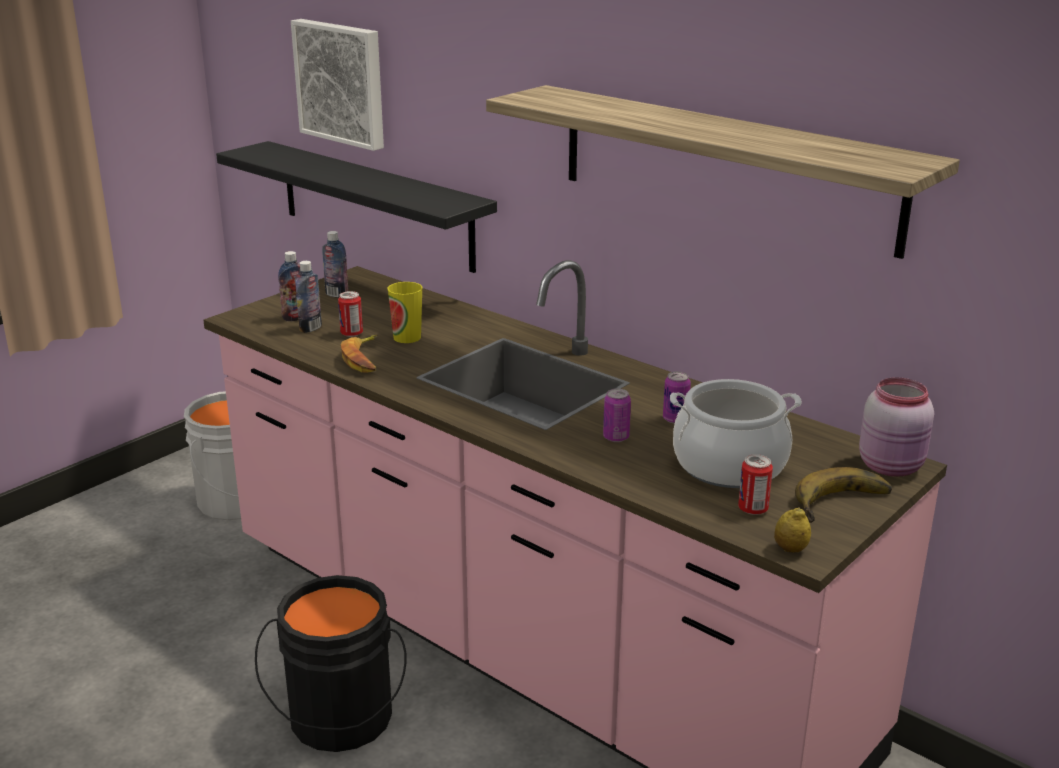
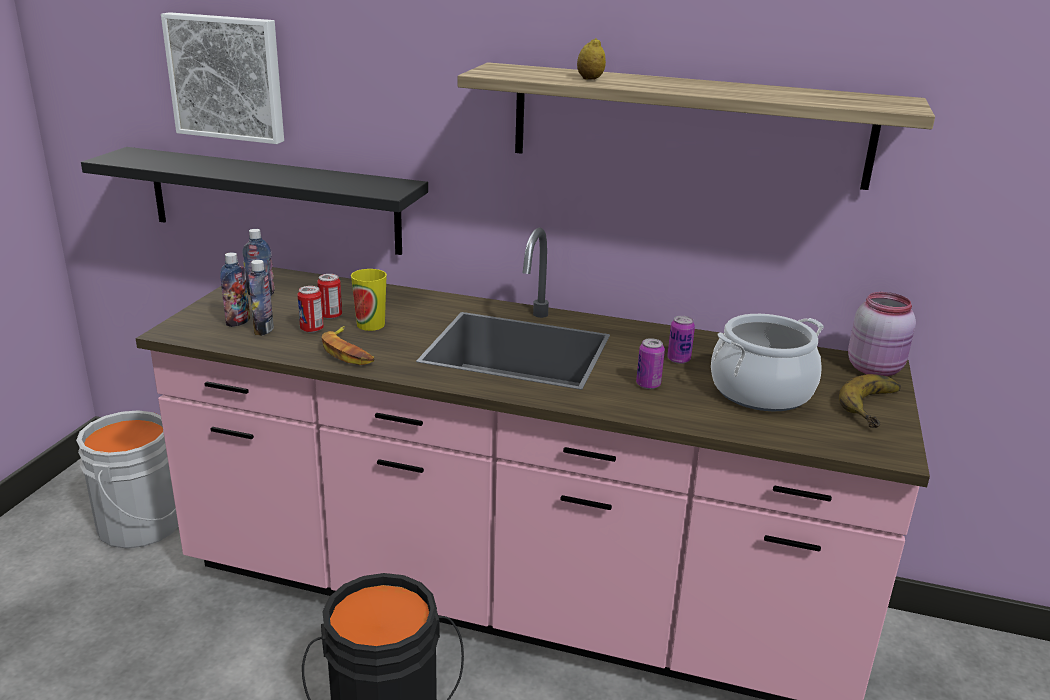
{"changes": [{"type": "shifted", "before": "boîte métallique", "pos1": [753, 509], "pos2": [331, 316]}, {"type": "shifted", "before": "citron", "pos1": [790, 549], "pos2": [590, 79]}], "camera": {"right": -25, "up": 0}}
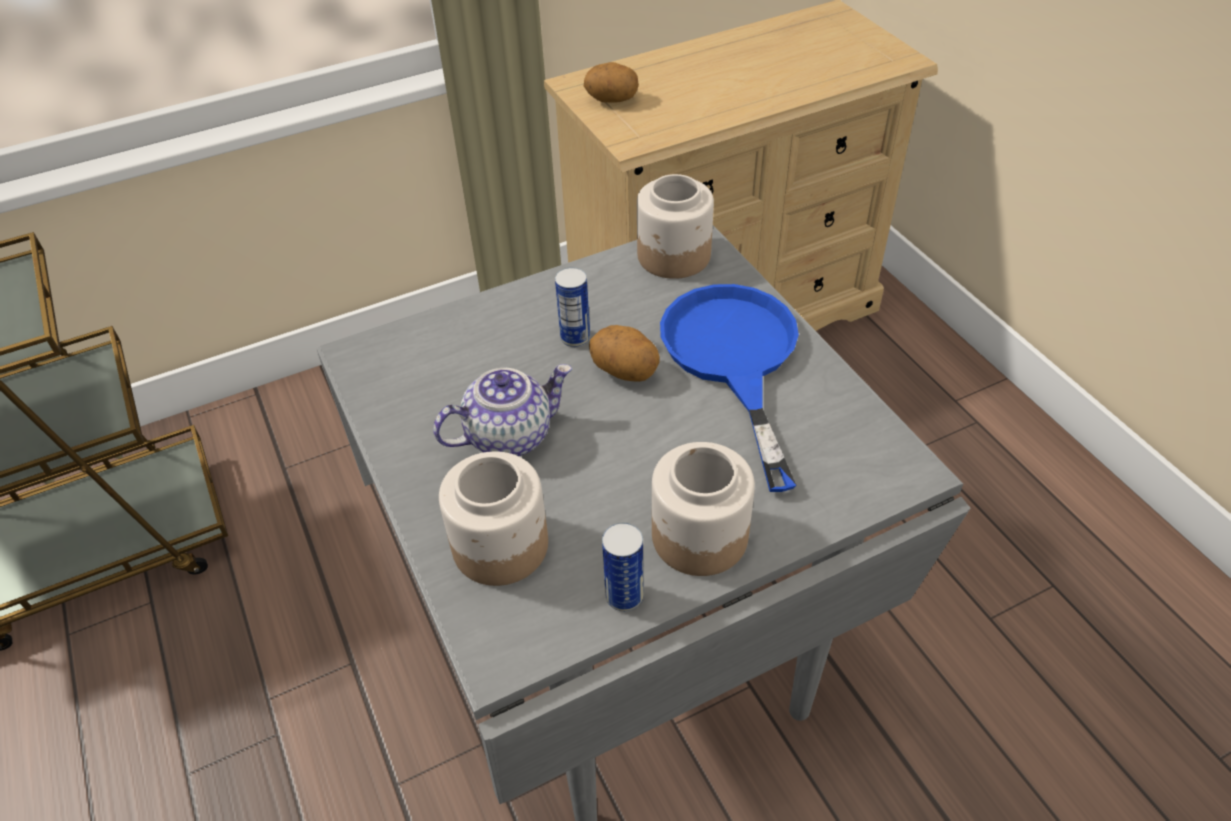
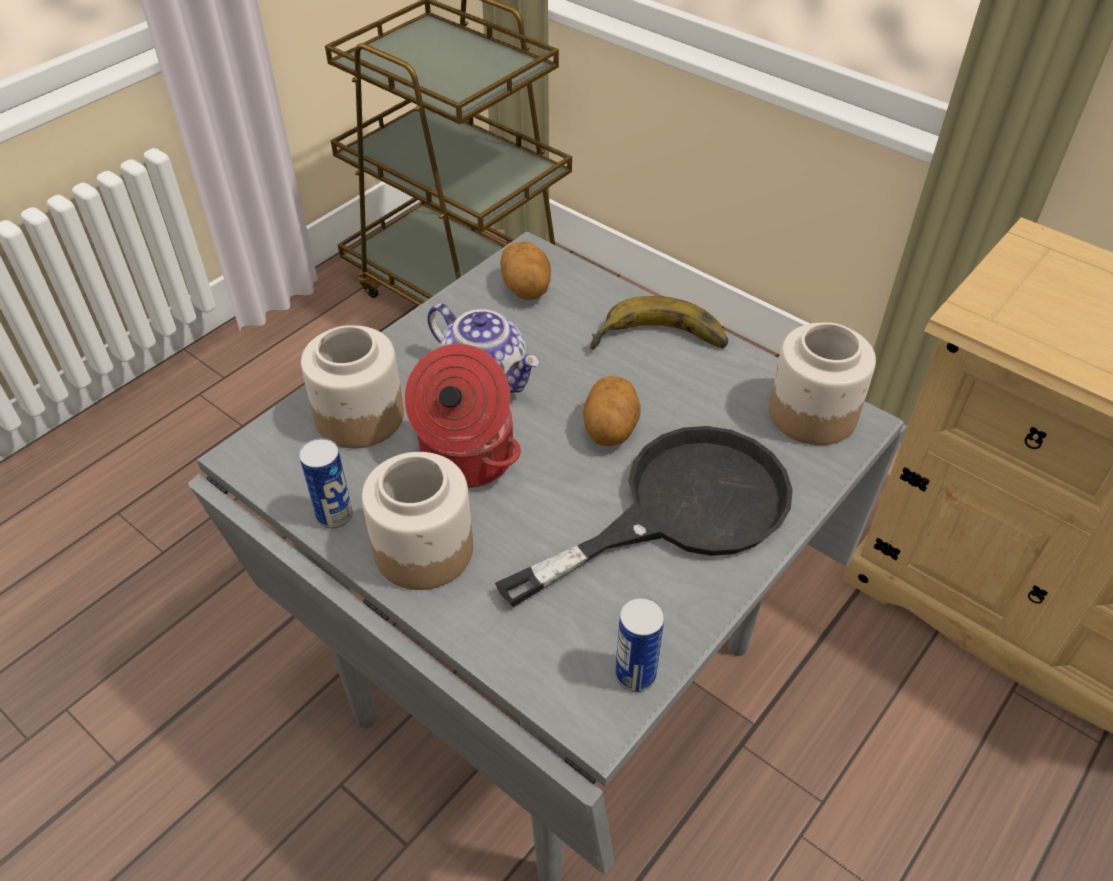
{"changes": [{"type": "shifted", "before": "boîte métallique", "pos1": [575, 338], "pos2": [635, 675]}, {"type": "shifted", "before": "pomme de terre", "pos1": [612, 100], "pos2": [526, 289]}, {"type": "repainted", "before": "poêle [bleu]", "after": "poêle [noir]", "pos1": [733, 359], "pos2": [680, 510]}, {"type": "new", "after": "marmite", "pos2": [465, 458]}, {"type": "new", "after": "banane", "pos2": [660, 345]}], "camera": {"right": 65, "up": 0}}
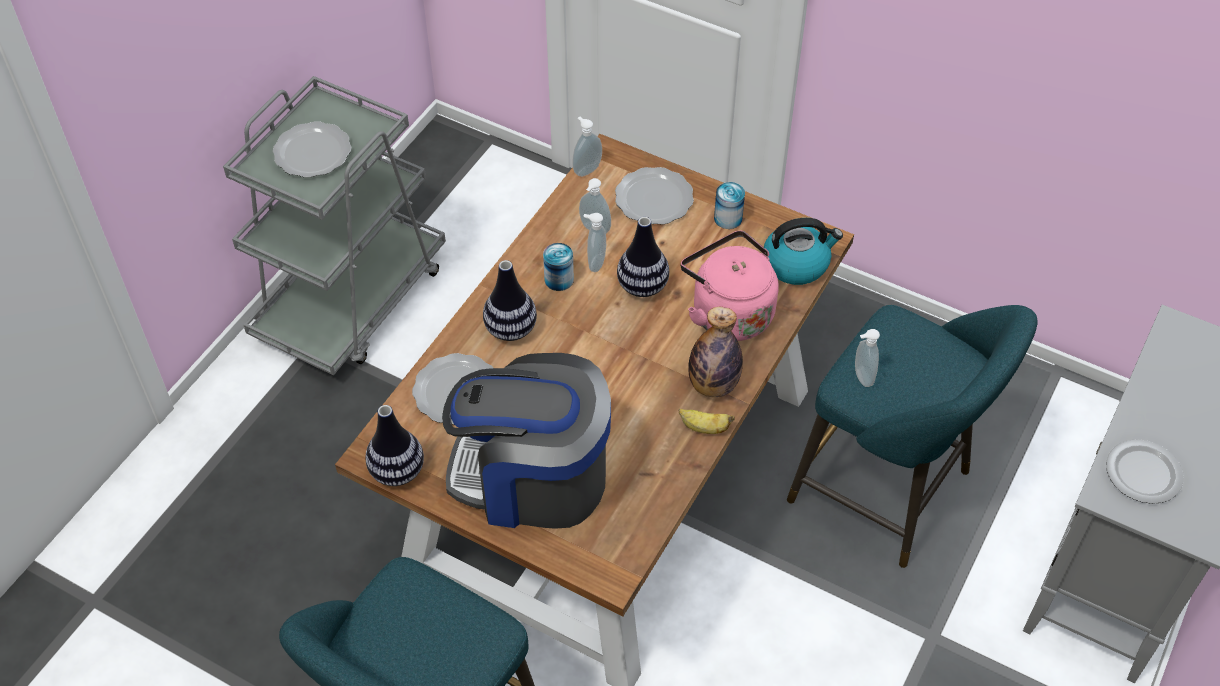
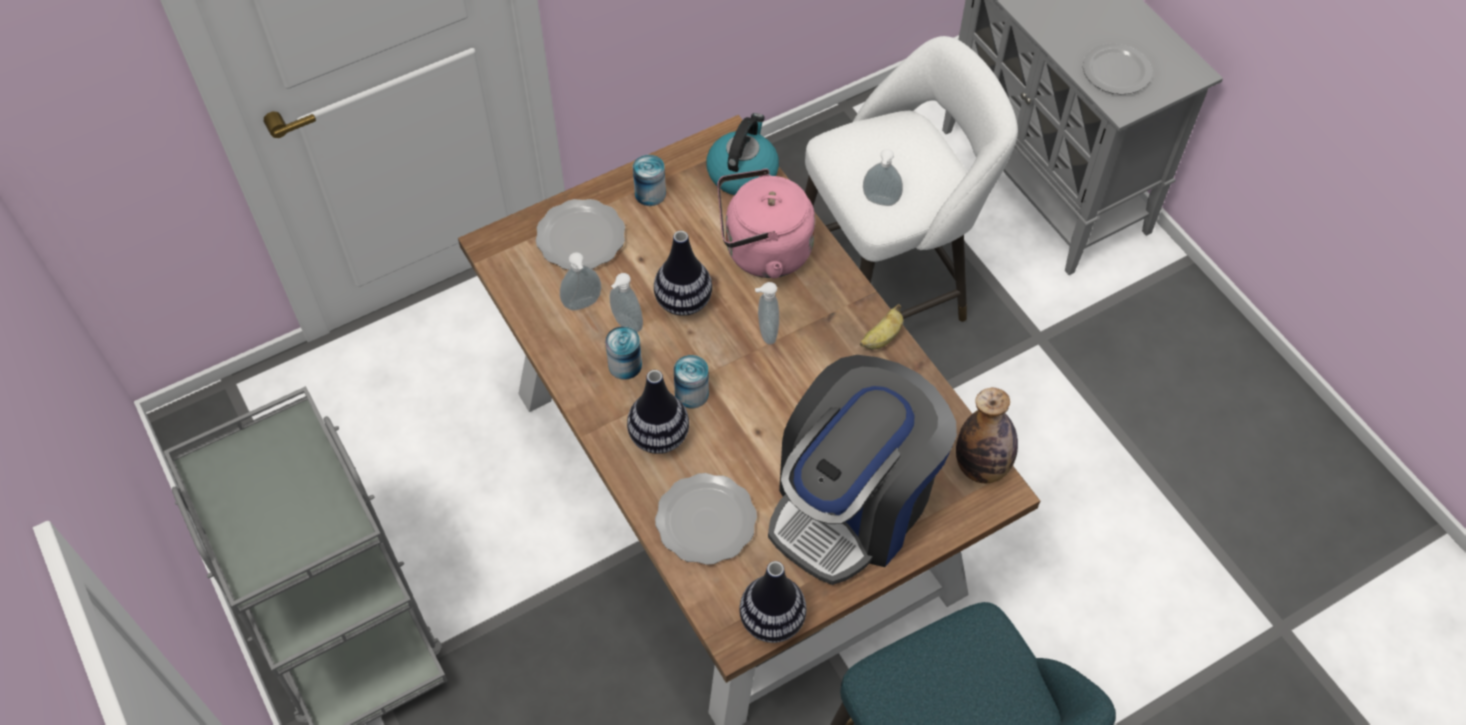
{"changes": [{"type": "gone", "before": "assiette", "pos1": [314, 152]}, {"type": "shifted", "before": "distributeur de savon", "pos1": [586, 169], "pos2": [765, 333]}, {"type": "shifted", "before": "bouteille", "pos1": [713, 385], "pos2": [981, 466]}, {"type": "repainted", "before": "tabouret [turquoise]", "after": "tabouret [blanc]", "pos1": [888, 492], "pos2": [886, 288]}, {"type": "new", "after": "boîte métallique", "pos2": [691, 393]}], "camera": {"right": -60, "up": 5}}
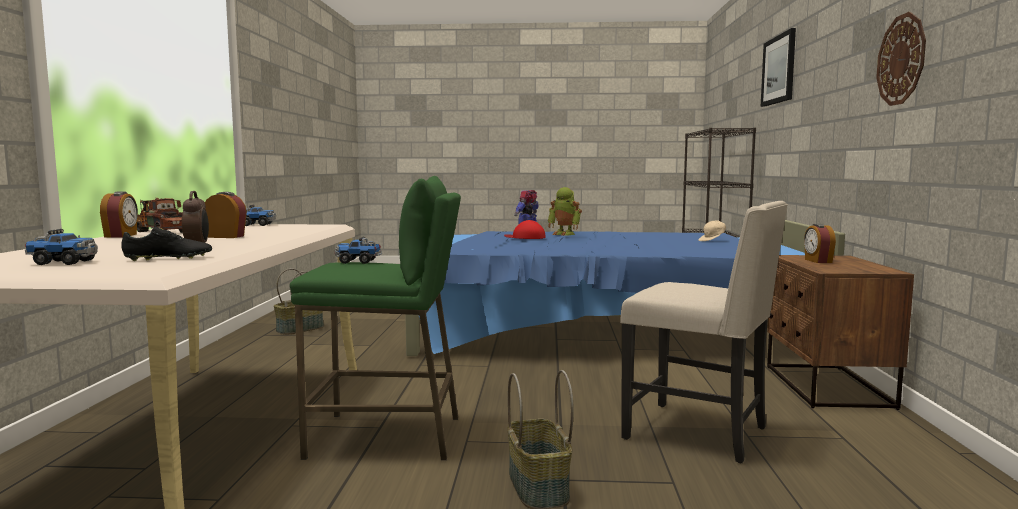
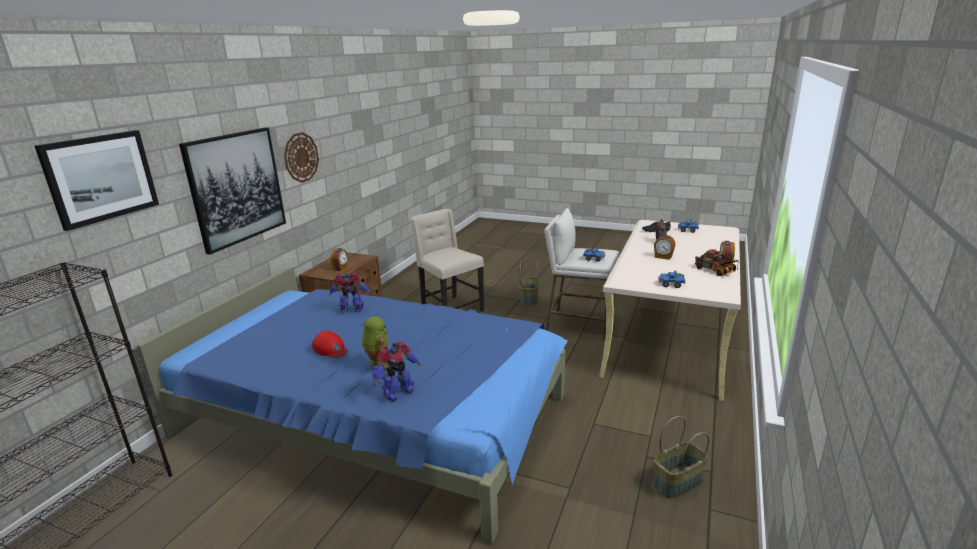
{"changes": [{"type": "repainted", "before": "tabouret [vert]", "after": "tabouret [blanc]", "pos1": [387, 437], "pos2": [579, 324]}, {"type": "shifted", "before": "casquette [rouge]", "pos1": [525, 237], "pos2": [330, 349]}, {"type": "gone", "before": "casquette [beige]", "pos1": [713, 240]}, {"type": "new", "after": "tableau", "pos2": [236, 187]}, {"type": "new", "after": "robot jouet", "pos2": [352, 310]}], "camera": {"right": -160, "up": 15}}
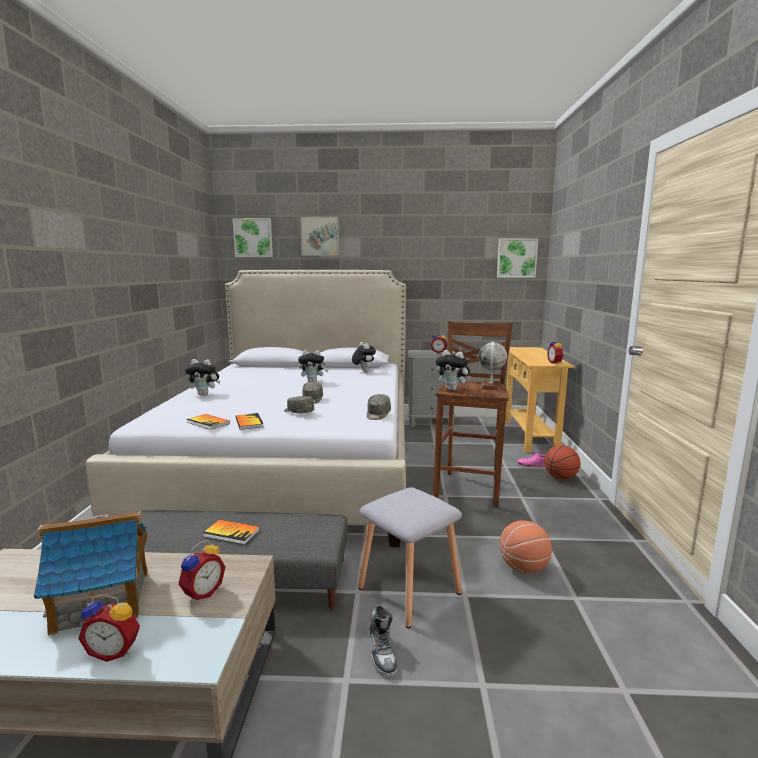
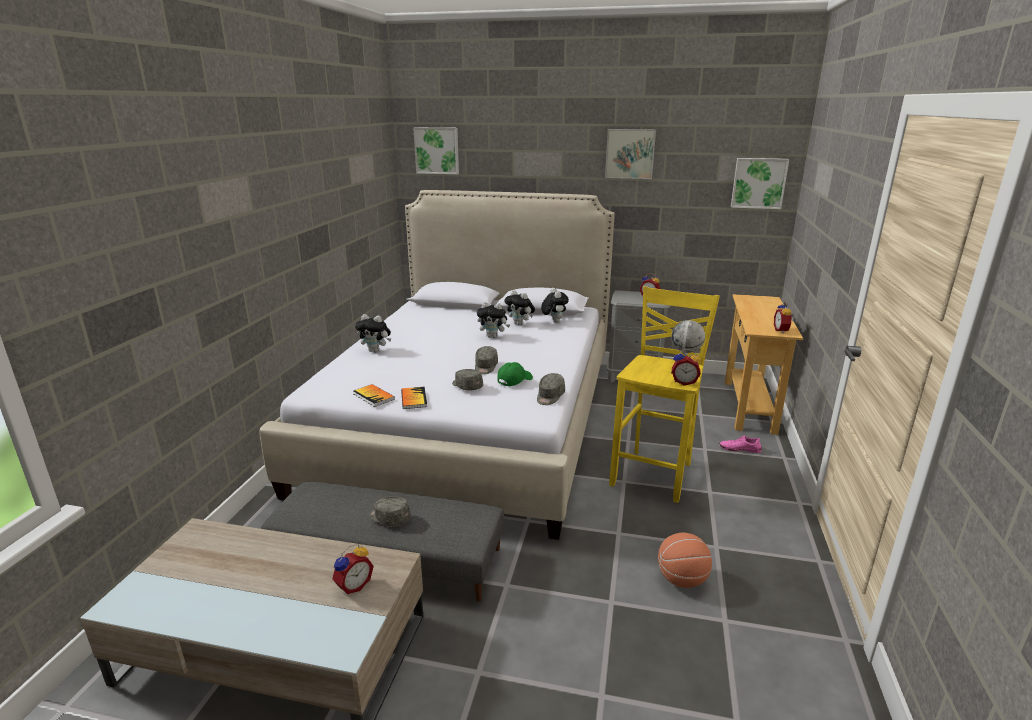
{"changes": [{"type": "gone", "before": "maison miniature", "pos1": [103, 600]}, {"type": "shifted", "before": "réveil", "pos1": [115, 650], "pos2": [684, 382]}, {"type": "swapped", "before": "livre", "after": "casquette [gris]", "pos1": [231, 533], "pos2": [389, 518]}, {"type": "shifted", "before": "tableau", "pos1": [320, 236], "pos2": [630, 153]}, {"type": "gone", "before": "tabouret [gris]", "pos1": [407, 590]}, {"type": "gone", "before": "chaussure", "pos1": [382, 653]}, {"type": "repainted", "before": "tabouret [marron]", "after": "tabouret [jaune]", "pos1": [470, 488], "pos2": [654, 474]}, {"type": "shifted", "before": "peluche", "pos1": [453, 389], "pos2": [520, 324]}, {"type": "gone", "before": "ballon de basket", "pos1": [560, 477]}, {"type": "new", "after": "casquette [vert]", "pos2": [514, 380]}], "camera": {"right": 10, "up": 10}}
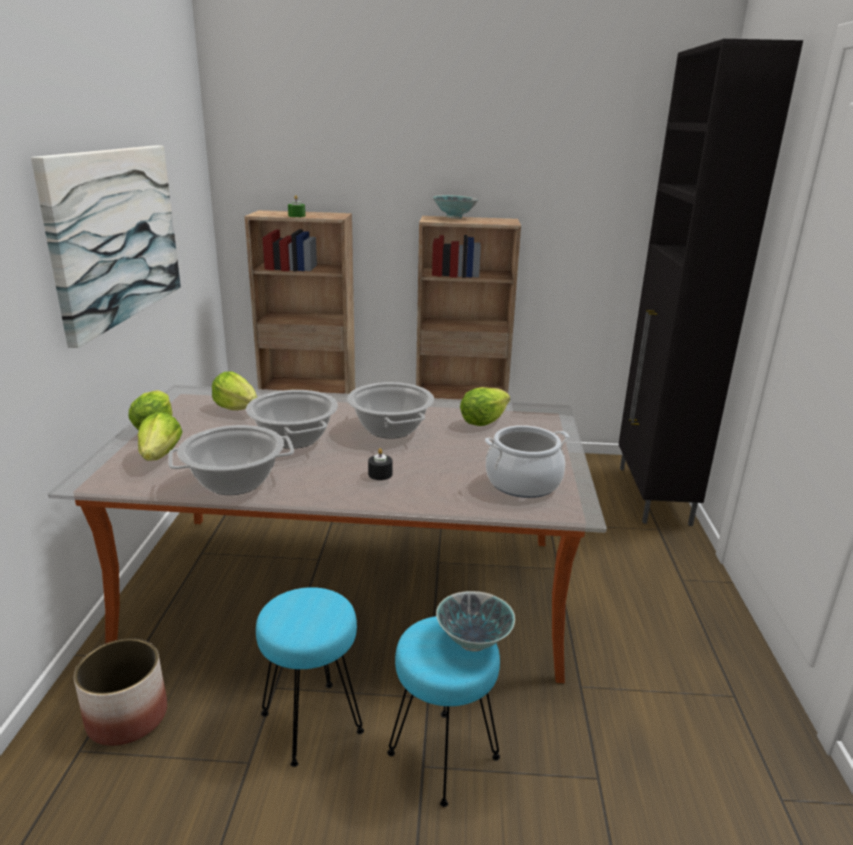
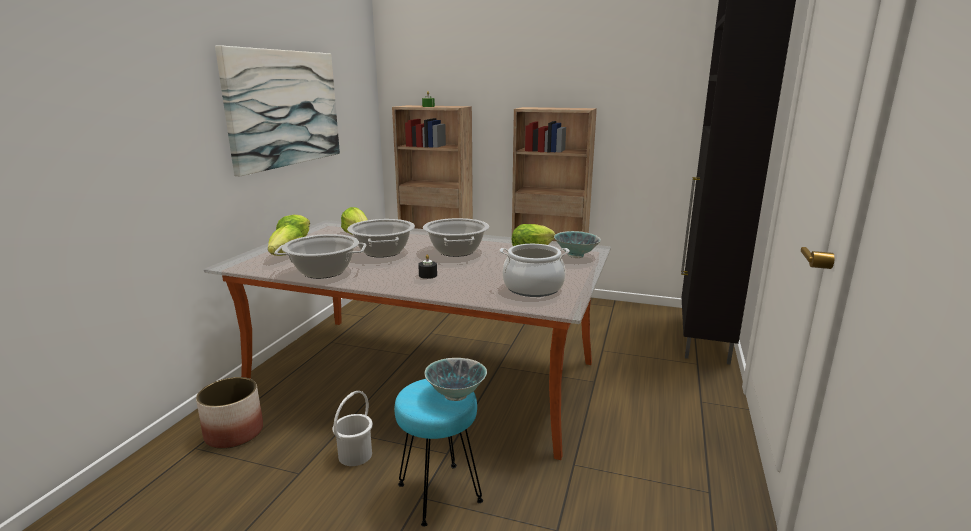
{"changes": [{"type": "swapped", "before": "tabouret [turquoise]", "after": "seau [blanc]", "pos1": [312, 721], "pos2": [354, 455]}, {"type": "shifted", "before": "bol", "pos1": [454, 217], "pos2": [575, 256]}], "camera": {"right": 15, "up": -5}}
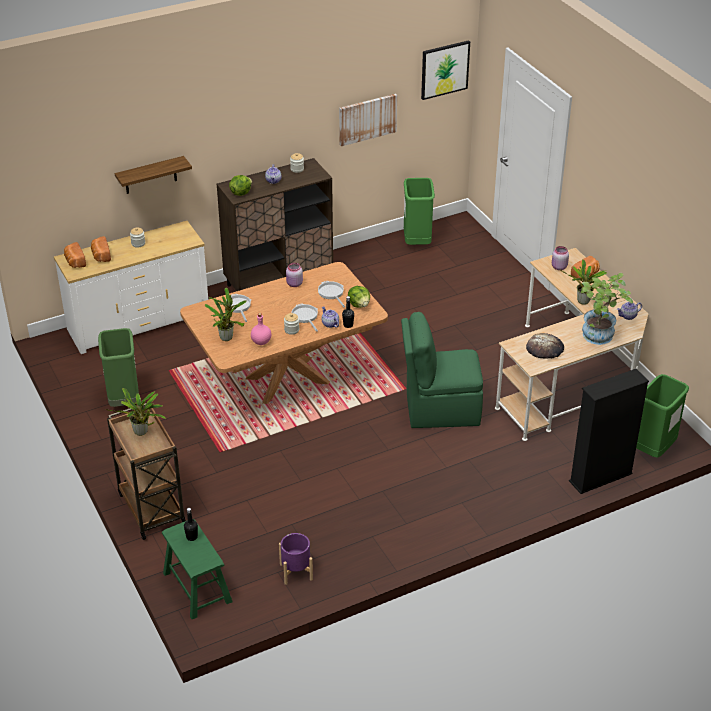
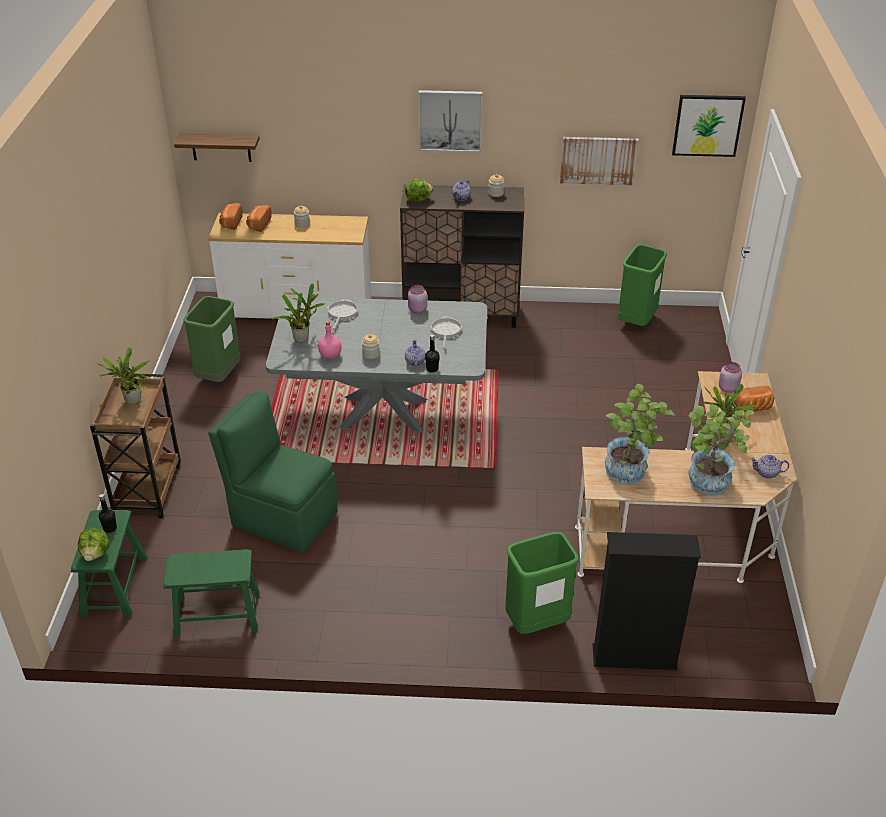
{"changes": [{"type": "shifted", "before": "étagère", "pos1": [150, 175], "pos2": [221, 147]}, {"type": "repainted", "before": "table à manger [marron]", "after": "table à manger [gris]", "pos1": [286, 380], "pos2": [383, 413]}, {"type": "swapped", "before": "cache-pot [violet]", "after": "tabouret [vert]", "pos1": [296, 571], "pos2": [217, 614]}, {"type": "gone", "before": "poêle", "pos1": [305, 316]}, {"type": "shifted", "before": "laitue", "pos1": [359, 305], "pos2": [96, 554]}, {"type": "shifted", "before": "chaise [vert]", "pos1": [440, 409], "pos2": [282, 517]}, {"type": "swapped", "before": "pain", "after": "plante en pot", "pos1": [545, 348], "pos2": [630, 473]}, {"type": "shifted", "before": "poubelle [vert]", "pos1": [653, 449], "pos2": [536, 623]}, {"type": "new", "after": "tableau", "pos2": [450, 120]}], "camera": {"right": 30, "up": 0}}
